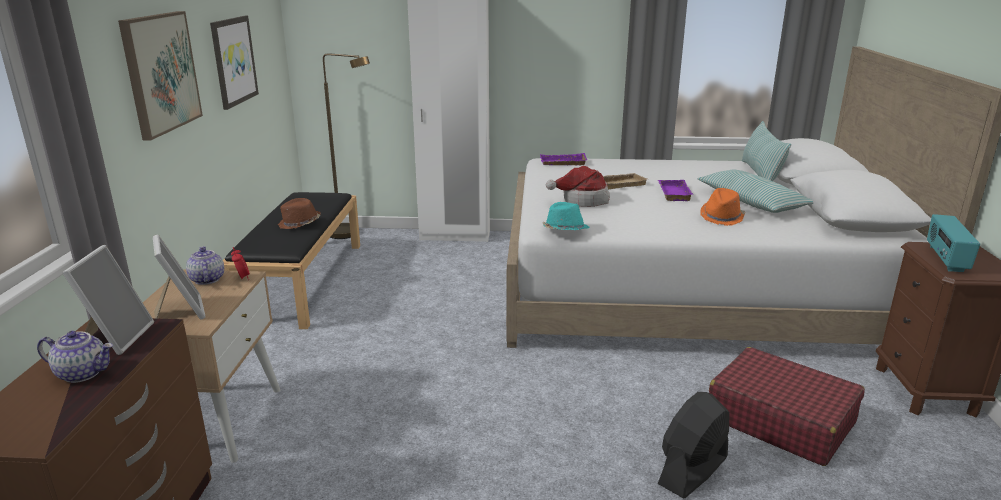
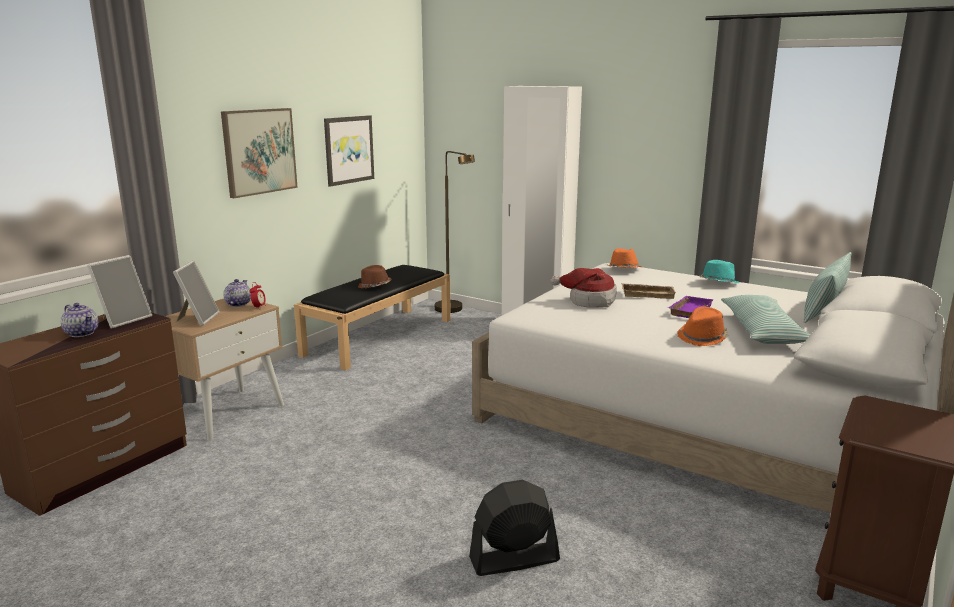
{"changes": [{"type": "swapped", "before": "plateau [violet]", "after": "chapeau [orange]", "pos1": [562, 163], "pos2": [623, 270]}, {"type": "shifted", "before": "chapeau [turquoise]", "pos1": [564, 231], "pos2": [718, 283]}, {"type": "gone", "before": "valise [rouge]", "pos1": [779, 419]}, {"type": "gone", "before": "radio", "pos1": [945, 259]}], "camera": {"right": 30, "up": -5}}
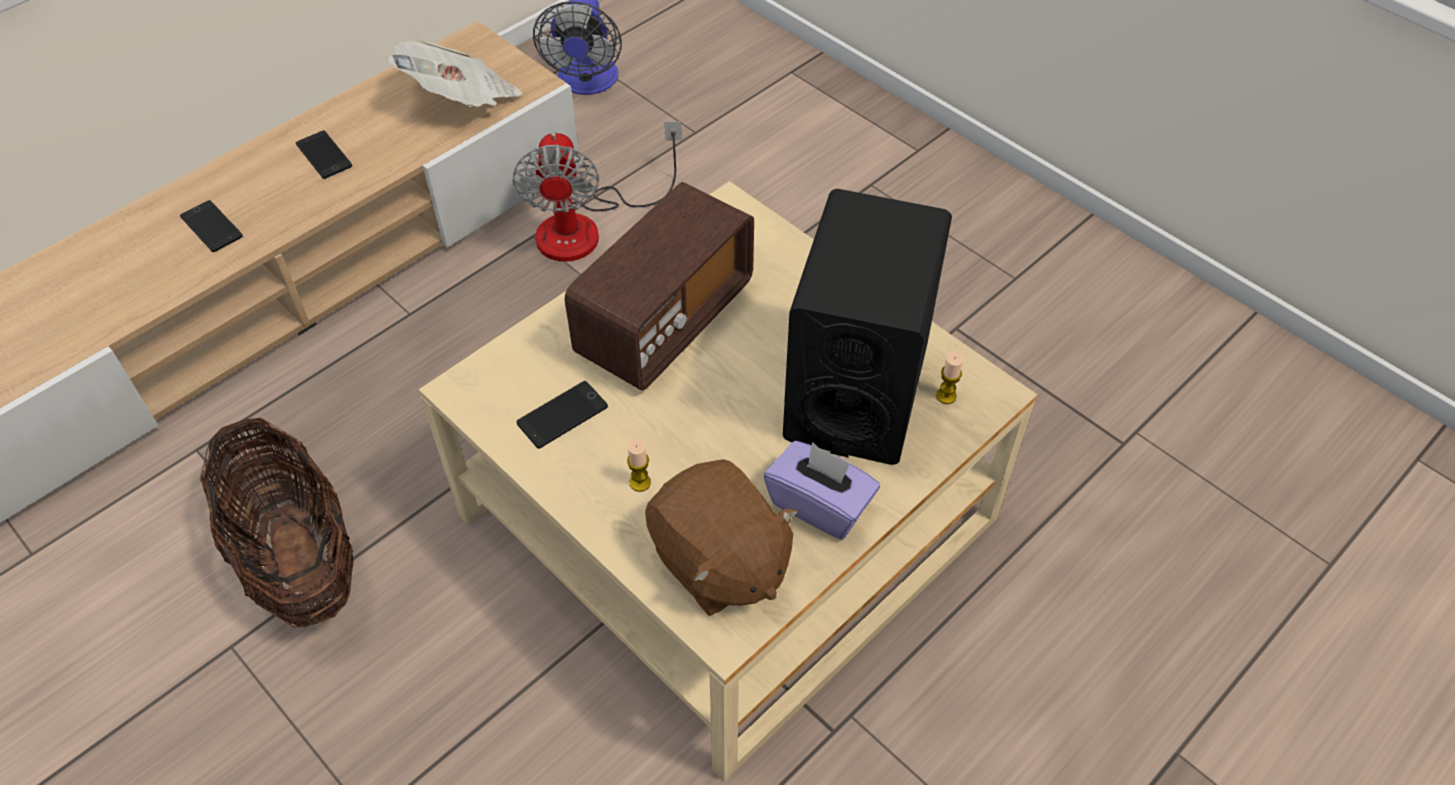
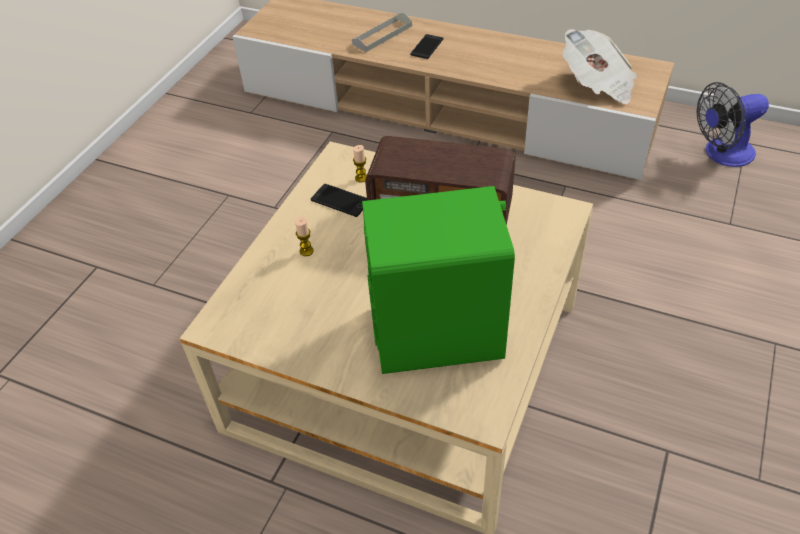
{"changes": [{"type": "gone", "before": "panier", "pos1": [299, 559]}, {"type": "gone", "before": "téléphone", "pos1": [324, 155]}, {"type": "gone", "before": "ventilateur", "pos1": [587, 227]}, {"type": "gone", "before": "peluche [marron]", "pos1": [719, 562]}, {"type": "gone", "before": "boîte à mouchoirs [violet]", "pos1": [820, 504]}, {"type": "repainted", "before": "enceinte [noir]", "after": "enceinte [vert]", "pos1": [856, 392], "pos2": [437, 332]}, {"type": "shifted", "before": "bougie", "pos1": [946, 396], "pos2": [361, 178]}, {"type": "new", "after": "plateau [gris]", "pos2": [382, 35]}], "camera": {"right": 70, "up": -5}}
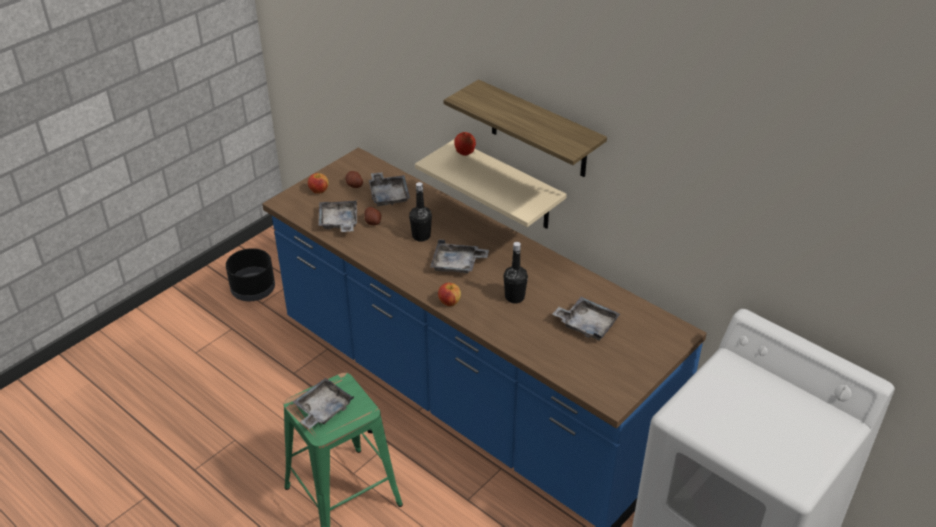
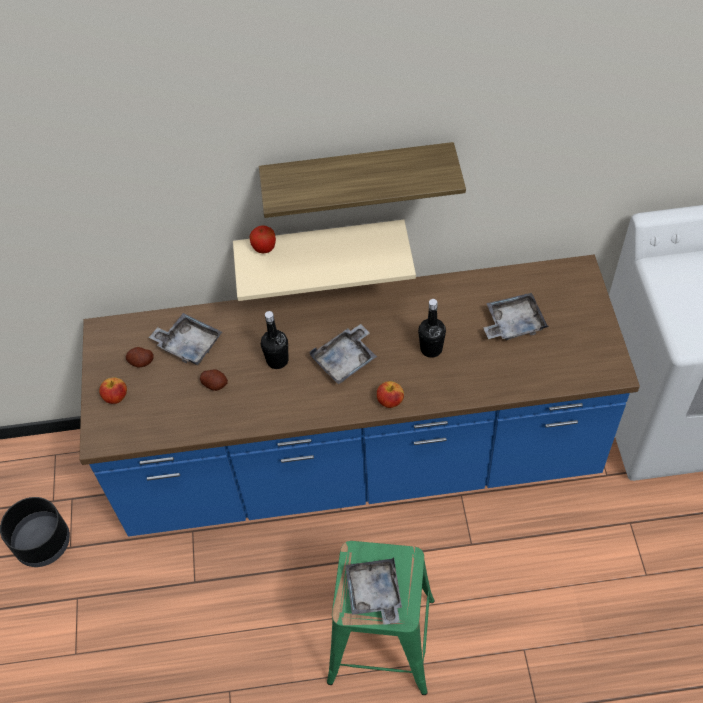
{"changes": [{"type": "gone", "before": "plateau [gris]", "pos1": [339, 222]}], "camera": {"right": -45, "up": 15}}
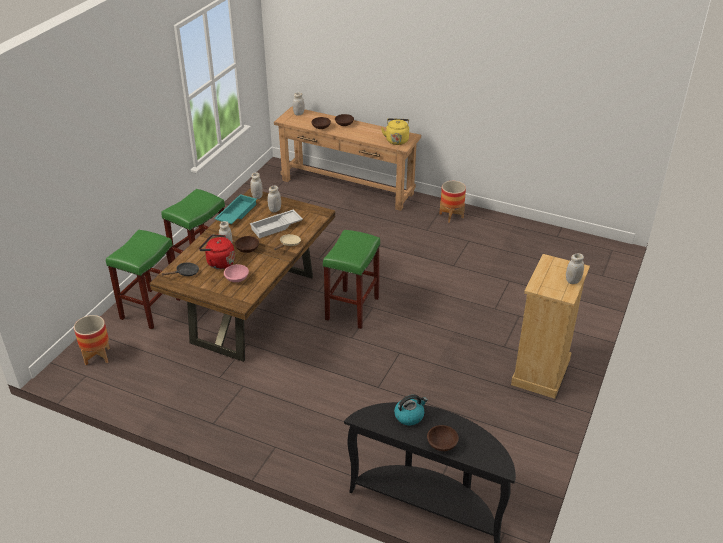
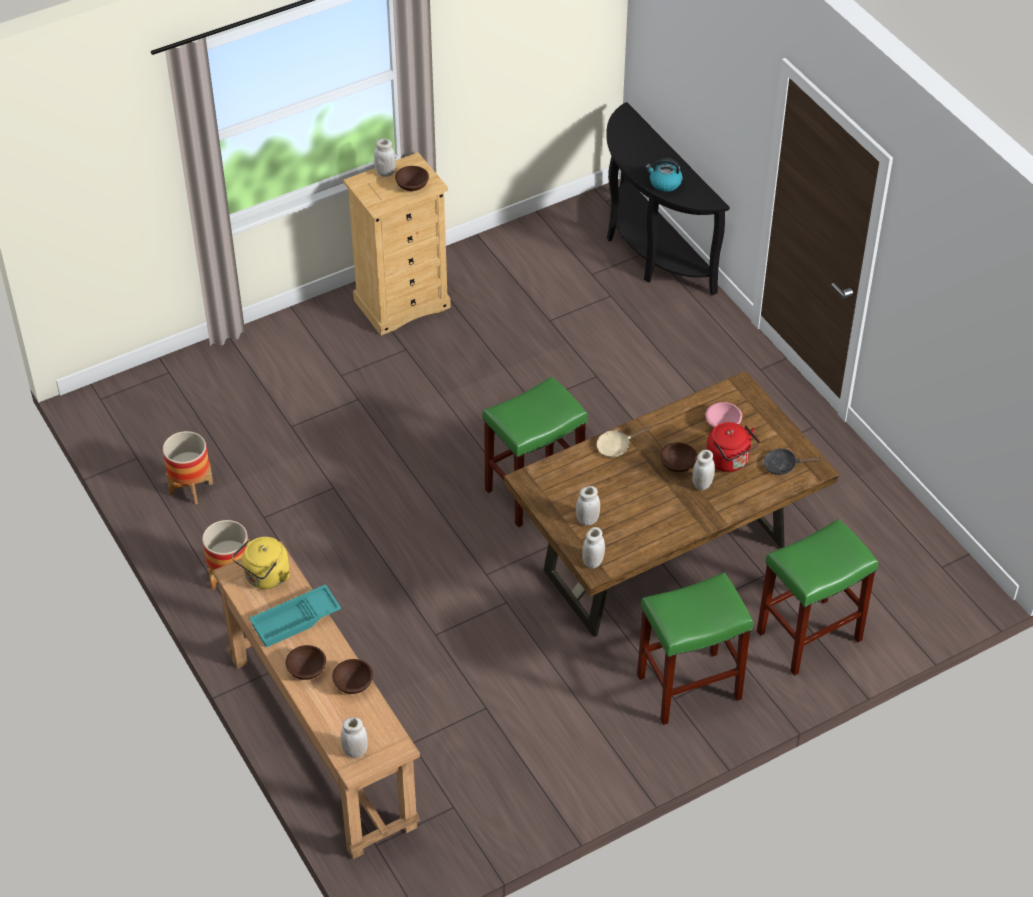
{"changes": [{"type": "shifted", "before": "cache-pot", "pos1": [97, 356], "pos2": [191, 488]}, {"type": "shifted", "before": "plateau [turquoise]", "pos1": [236, 213], "pos2": [295, 621]}, {"type": "gone", "before": "plateau [blanc]", "pos1": [276, 227]}, {"type": "shifted", "before": "bol [marron]", "pos1": [441, 444], "pos2": [412, 185]}], "camera": {"right": -145, "up": 10}}
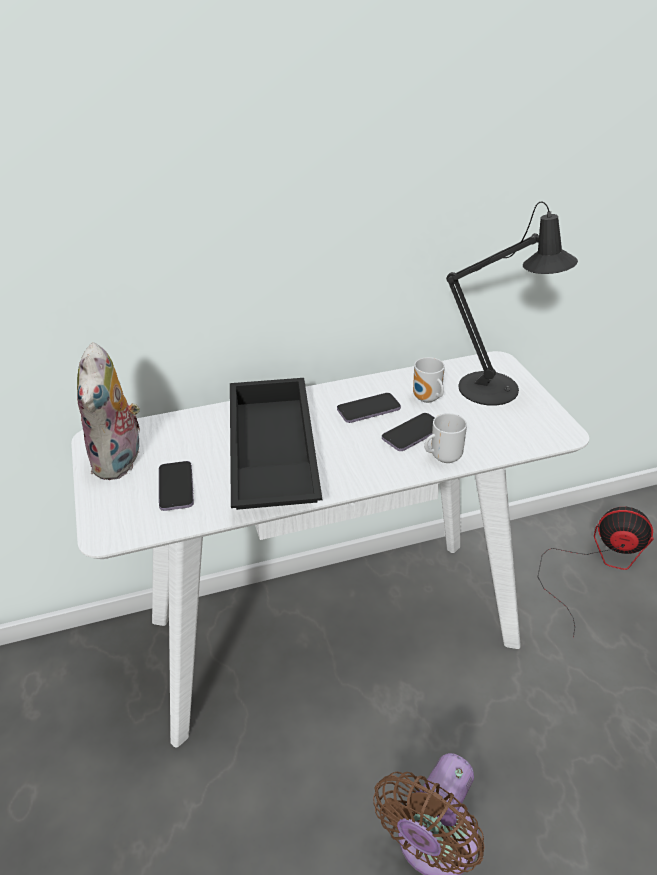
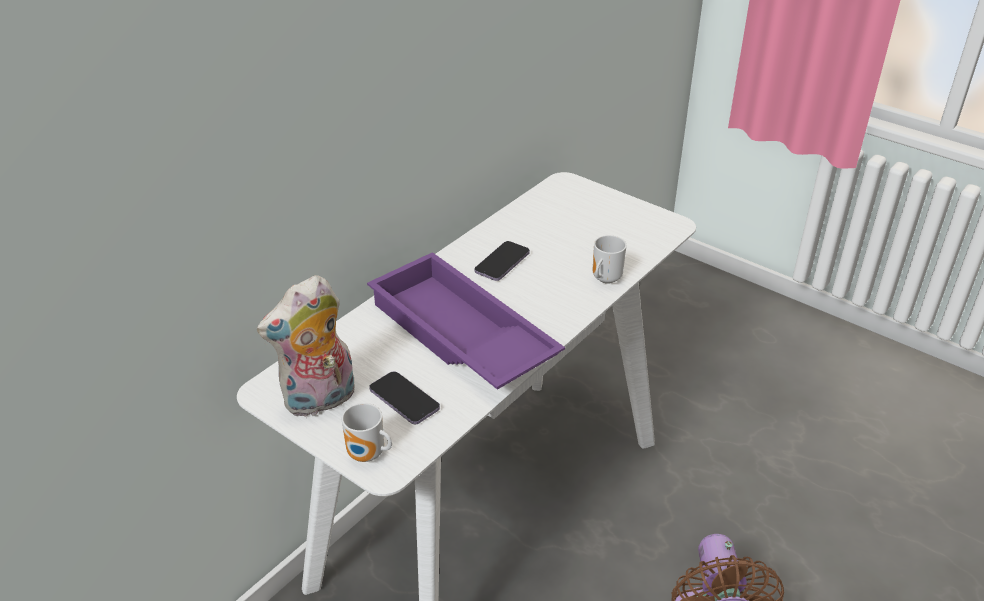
{"changes": [{"type": "rotated", "before": "peluche", "pos1": [120, 461], "pos2": [320, 401], "turn": 90}, {"type": "repainted", "before": "plateau [noir]", "after": "plateau [violet]", "pos1": [270, 455], "pos2": [458, 336]}, {"type": "gone", "before": "téléphone", "pos1": [413, 434]}, {"type": "shifted", "before": "mug", "pos1": [427, 400], "pos2": [367, 456]}, {"type": "gone", "before": "lampe de table [noir]", "pos1": [497, 390]}, {"type": "gone", "before": "ventilateur", "pos1": [596, 564]}], "camera": {"right": -35, "up": 0}}
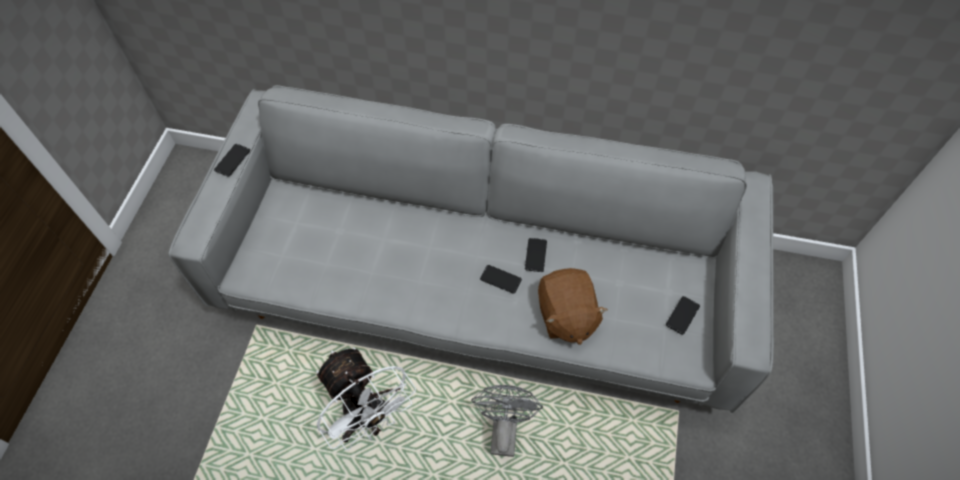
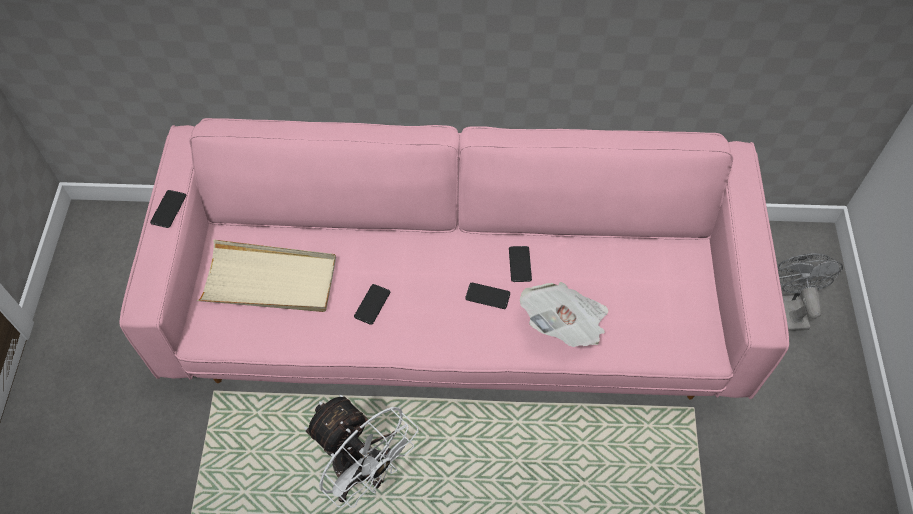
{"changes": [{"type": "repainted", "before": "canapé [gris]", "after": "canapé [rose]", "pos1": [480, 287], "pos2": [457, 309]}, {"type": "shifted", "before": "ventilateur [gris]", "pos1": [503, 429], "pos2": [789, 307]}, {"type": "swapped", "before": "peluche [marron]", "after": "journal", "pos1": [566, 316], "pos2": [565, 324]}, {"type": "shifted", "before": "téléphone", "pos1": [682, 315], "pos2": [372, 304]}, {"type": "new", "after": "plateau [beige]", "pos2": [270, 280]}], "camera": {"right": -10, "up": 0}}
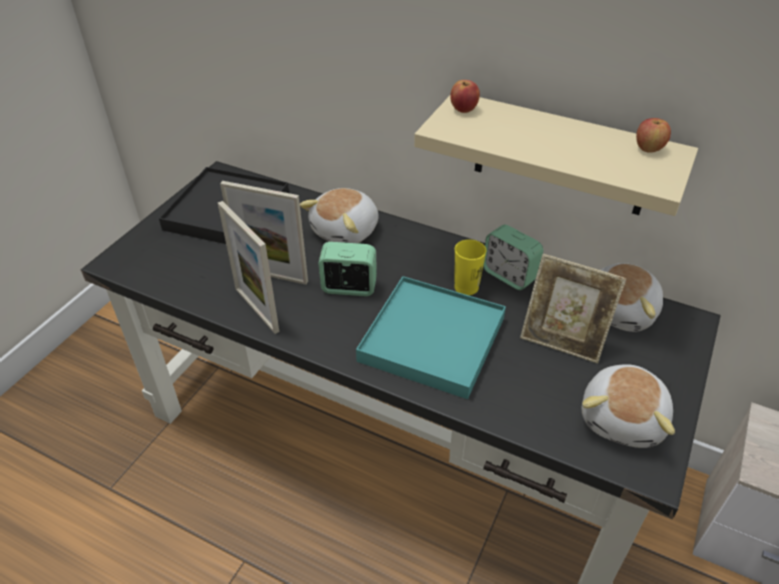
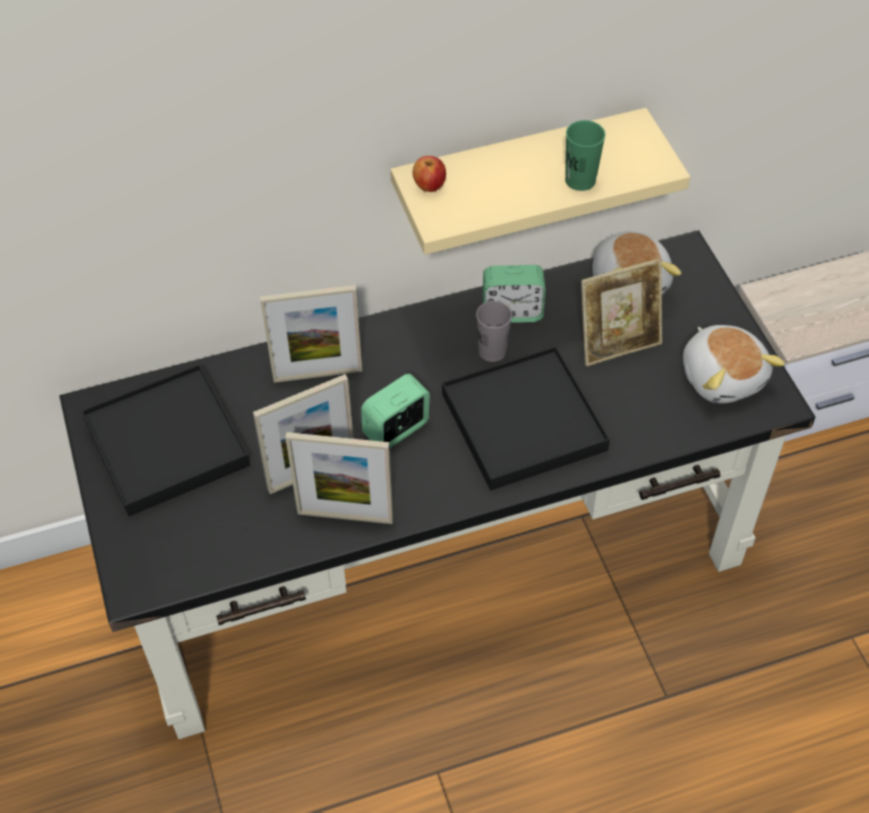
{"changes": [{"type": "swapped", "before": "peluche", "after": "cadre photo", "pos1": [346, 231], "pos2": [317, 374]}, {"type": "repainted", "before": "plateau [turquoise]", "after": "plateau [noir]", "pos1": [432, 340], "pos2": [524, 422]}, {"type": "repainted", "before": "tasse [jaune]", "after": "tasse [gris]", "pos1": [466, 287], "pos2": [492, 351]}, {"type": "gone", "before": "pomme", "pos1": [648, 149]}, {"type": "new", "after": "tasse [vert]", "pos2": [580, 180]}], "camera": {"right": -45, "up": 10}}
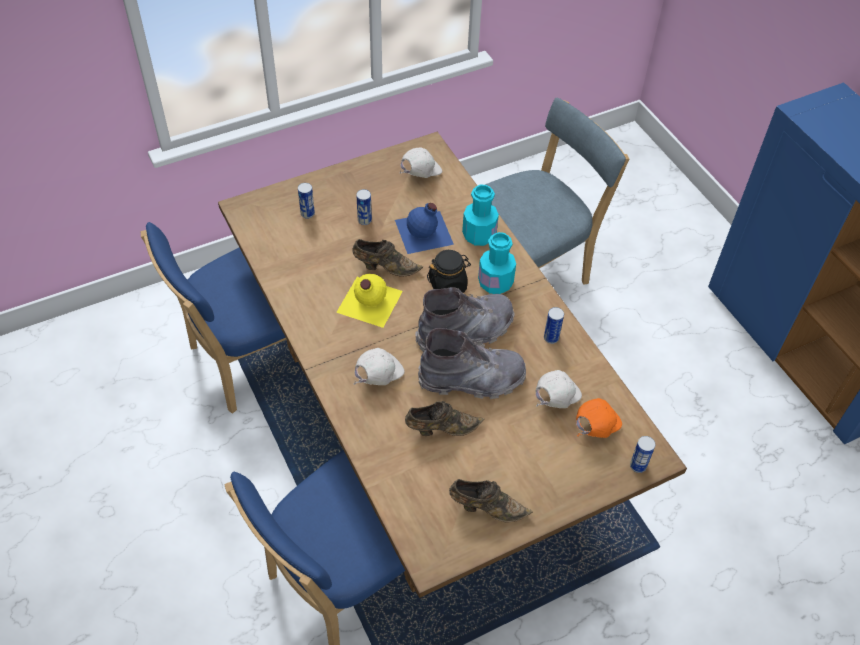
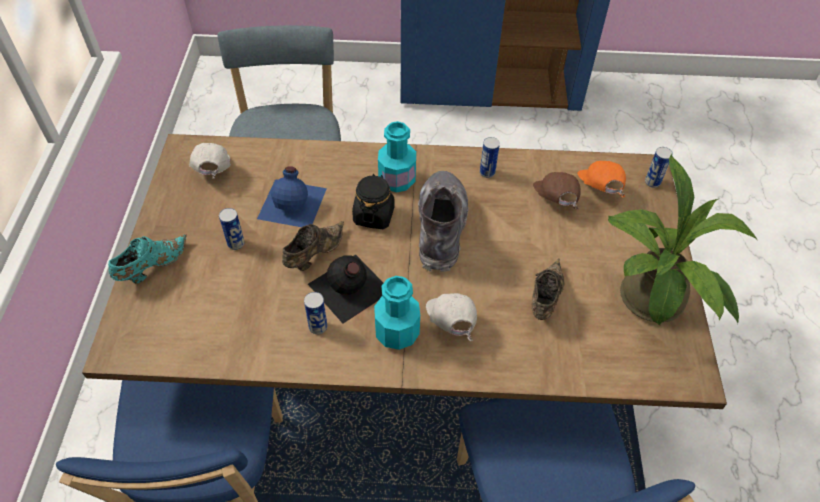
{"changes": [{"type": "shifted", "before": "boîte métallique", "pos1": [307, 214], "pos2": [318, 327]}, {"type": "repainted", "before": "bouteille [jaune]", "after": "bouteille [noir]", "pos1": [368, 302], "pos2": [349, 289]}, {"type": "gone", "before": "botte [gris]", "pos1": [472, 380]}, {"type": "swapped", "before": "chaussure [marron]", "after": "plante en pot", "pos1": [486, 508], "pos2": [651, 306]}, {"type": "shifted", "before": "bouteille [turquoise]", "pos1": [479, 235], "pos2": [397, 332]}, {"type": "repainted", "before": "casquette [blanc]", "after": "casquette [marron]", "pos1": [555, 398], "pos2": [554, 201]}, {"type": "new", "after": "chaussure [turquoise]", "pos2": [151, 267]}], "camera": {"right": -60, "up": 0}}
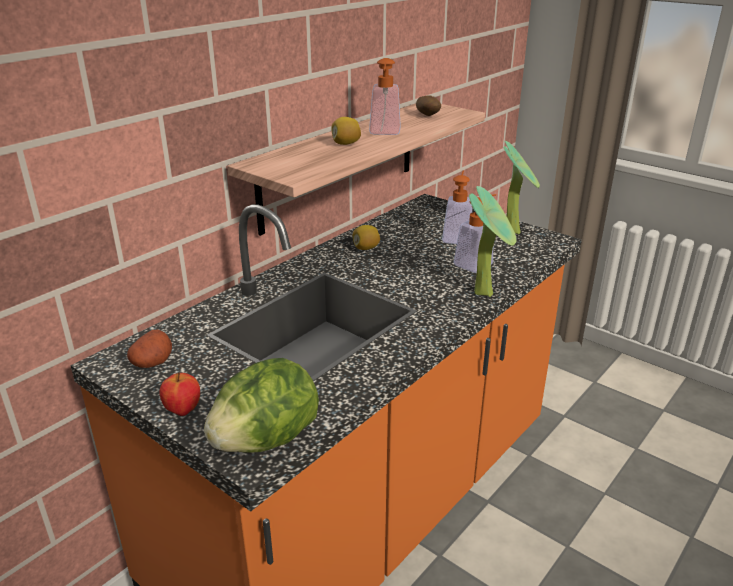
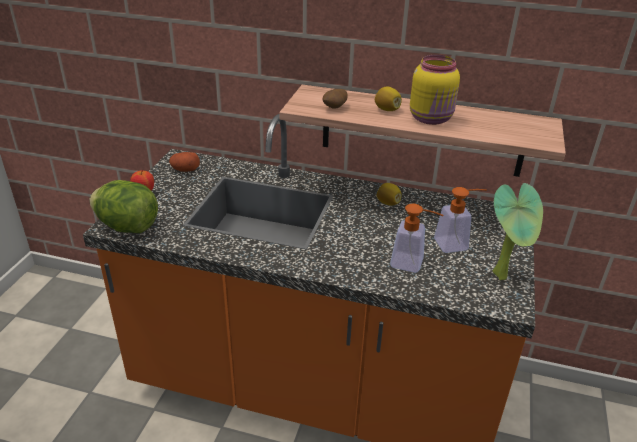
{"changes": [{"type": "swapped", "before": "distributeur de savon", "after": "bocal [jaune]", "pos1": [384, 133], "pos2": [432, 119]}, {"type": "shifted", "before": "pomme de terre", "pos1": [428, 115], "pos2": [335, 108]}, {"type": "gone", "before": "plante en pot", "pos1": [486, 292]}], "camera": {"right": 65, "up": 5}}
